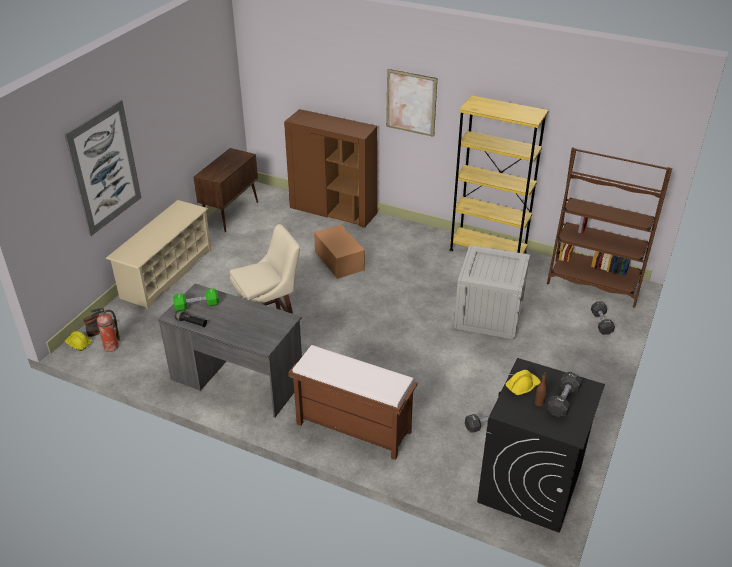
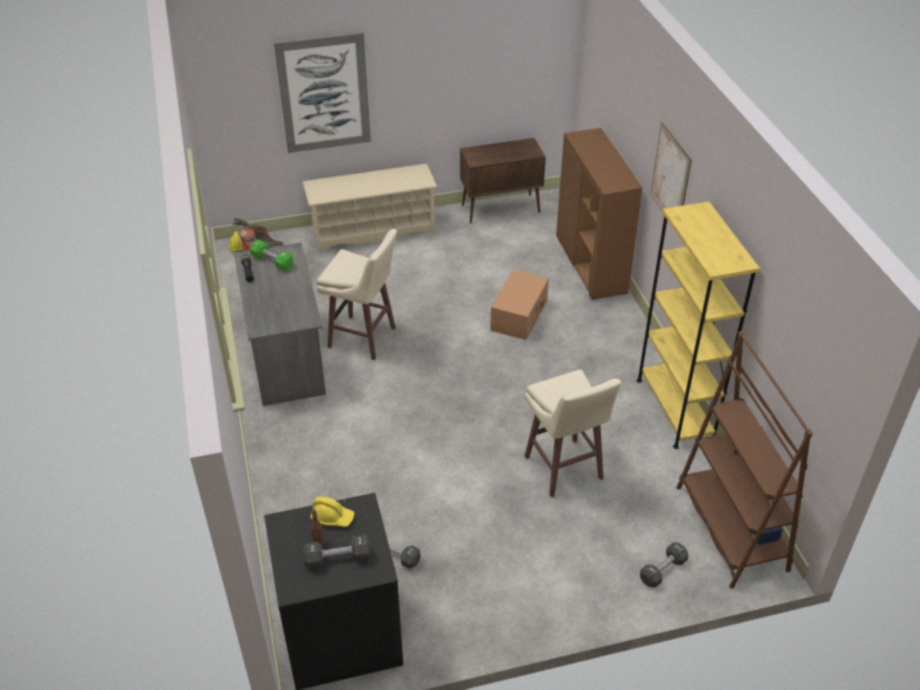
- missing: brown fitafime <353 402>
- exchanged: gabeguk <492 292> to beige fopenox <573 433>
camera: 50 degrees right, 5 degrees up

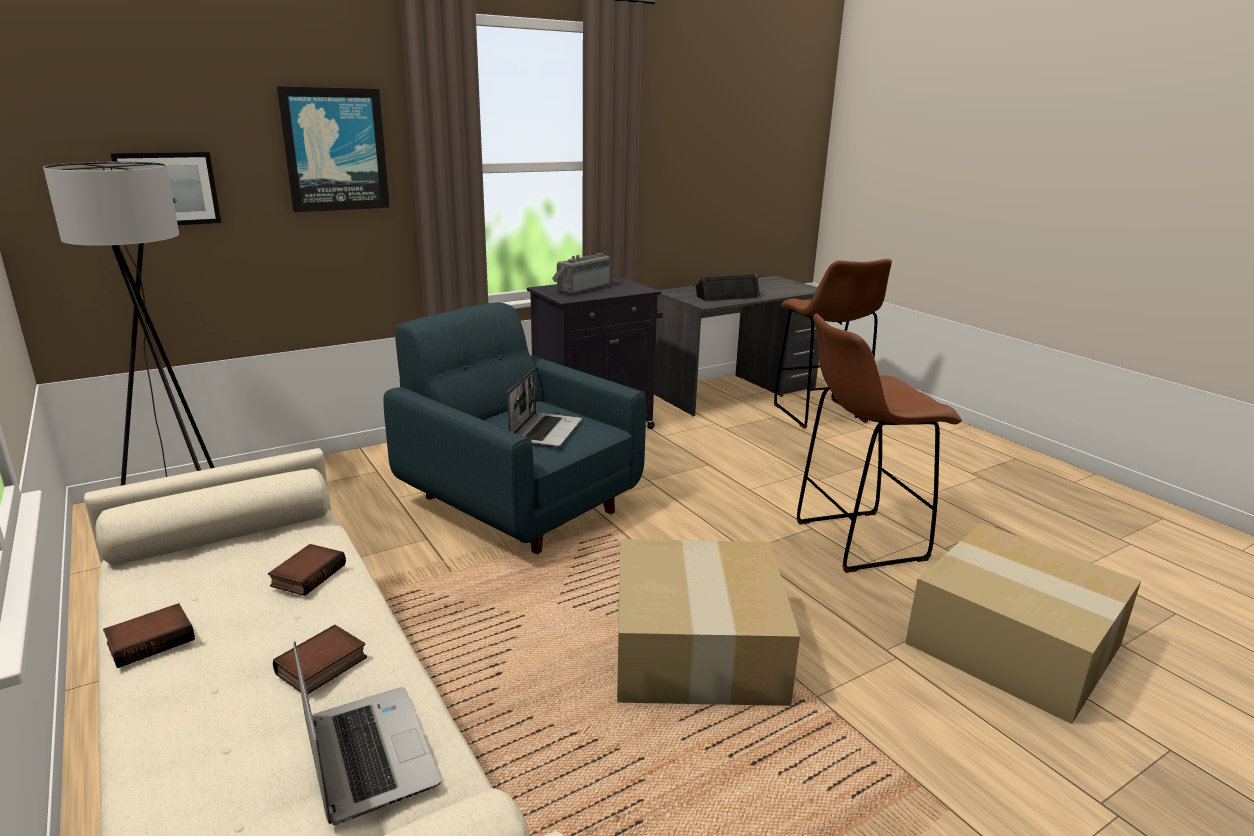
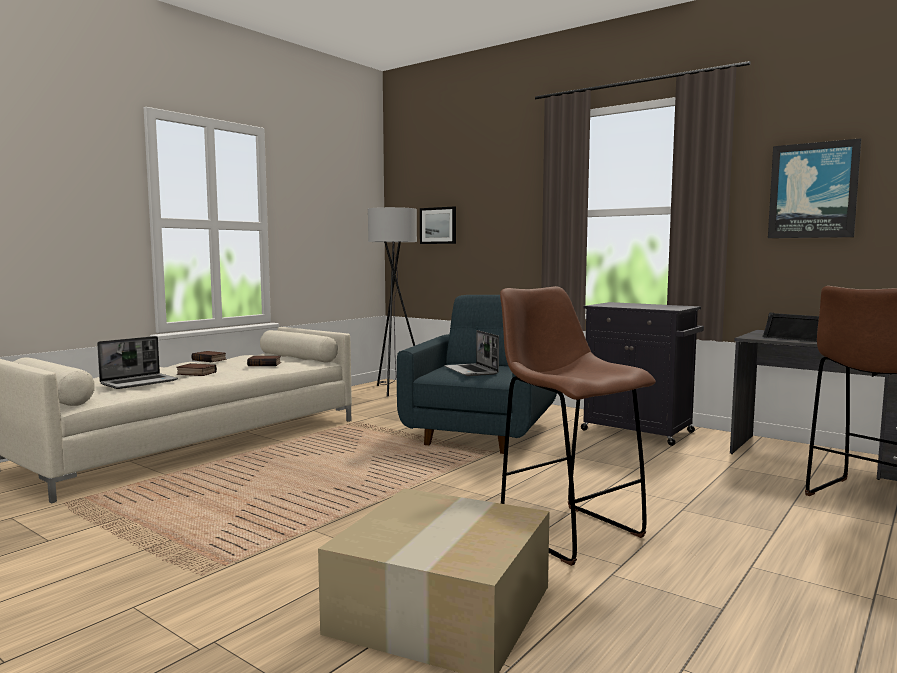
- relocated: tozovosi <333 149> to <814 188>
- spun: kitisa <544 408> = <471 353> 75 degrees clockwise
- missing: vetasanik <581 274>
- missing: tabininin <708 622>
camera: 70 degrees right, 15 degrees down

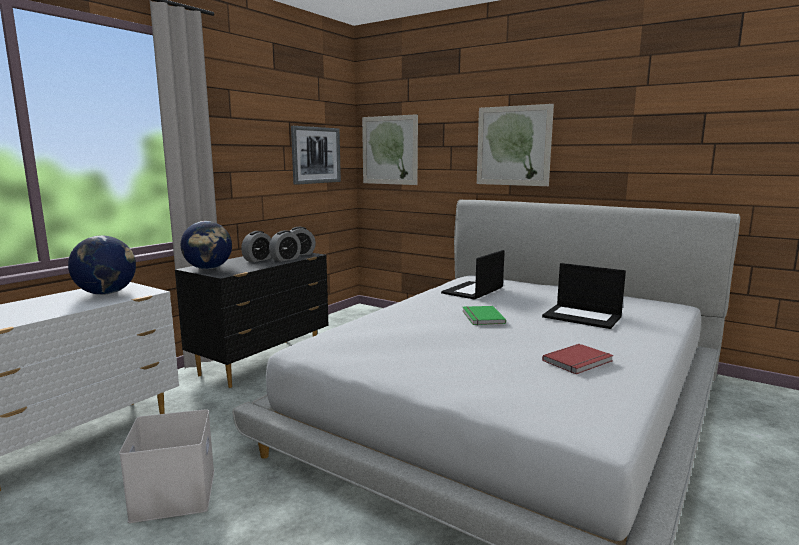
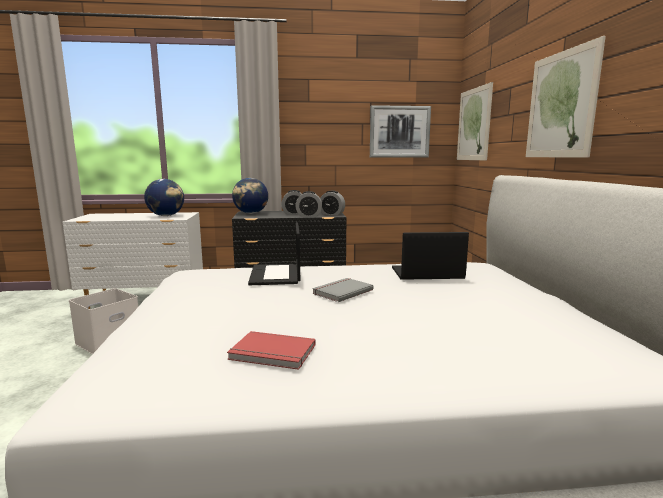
- colour: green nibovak <484 315> to grey nibovak <343 290>
- relocated: kitisa <584 296> to <274 253>
camera: 50 degrees right, 0 degrees up

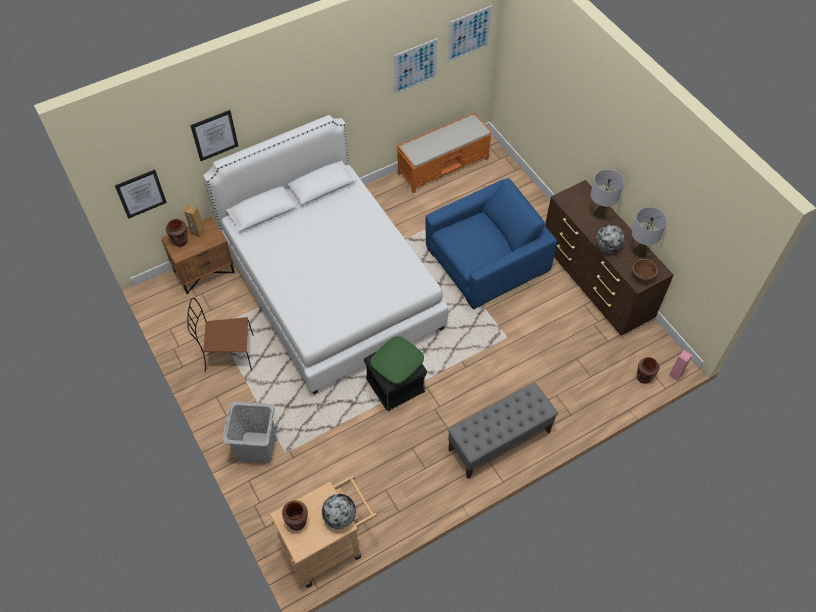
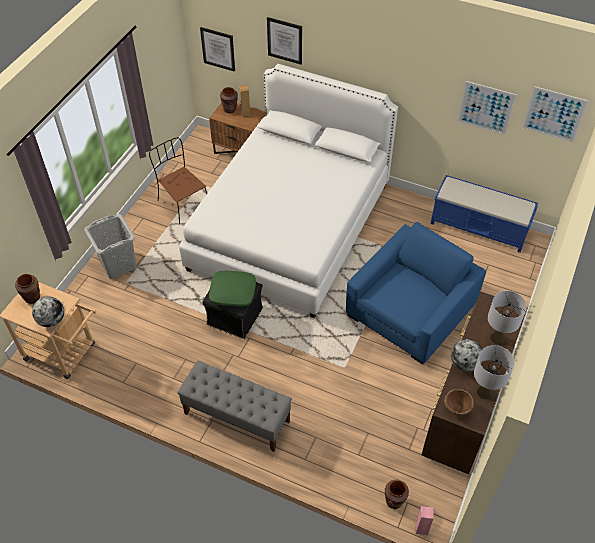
- colour: orange fitafime <444 153> to blue fitafime <484 214>
- spun: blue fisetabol <491 243> = <416 293> 75 degrees counterclockwise
camera: 55 degrees right, 5 degrees down

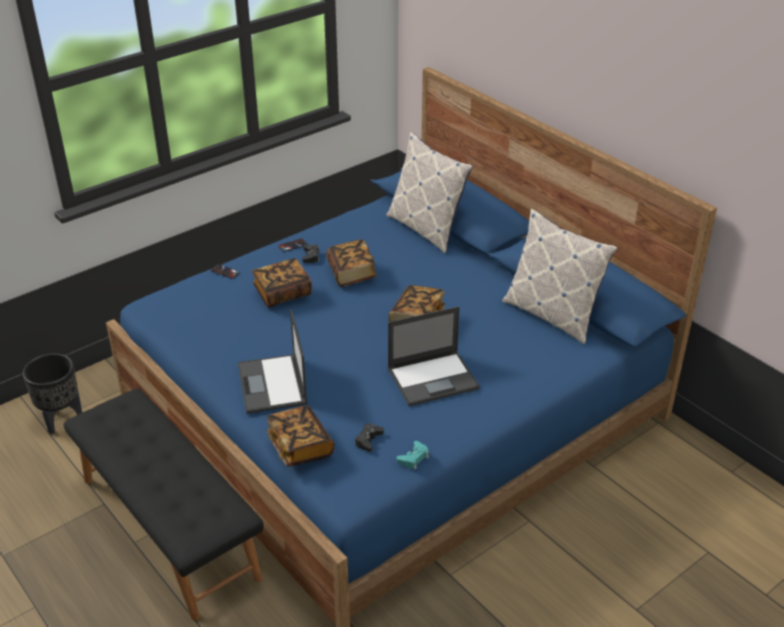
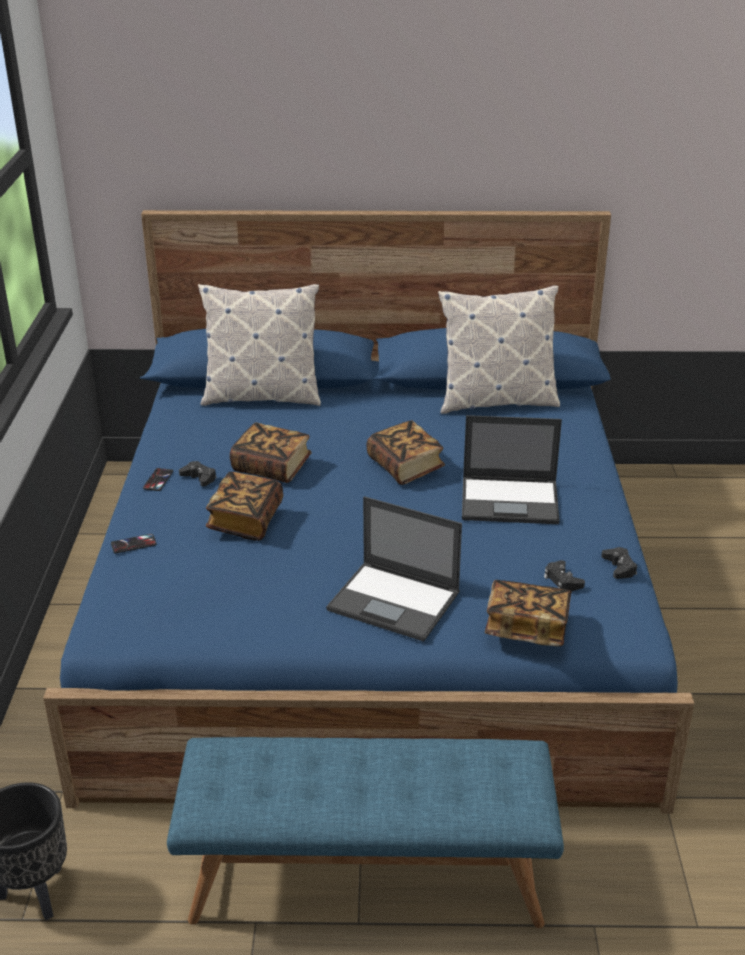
- colour: black fitafime <164 504> to blue fitafime <365 832>
- spun: kitisa <434 356> = <512 469> 75 degrees clockwise
- colour: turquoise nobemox <412 455> to black nobemox <619 563>
camera: 50 degrees left, 5 degrees down

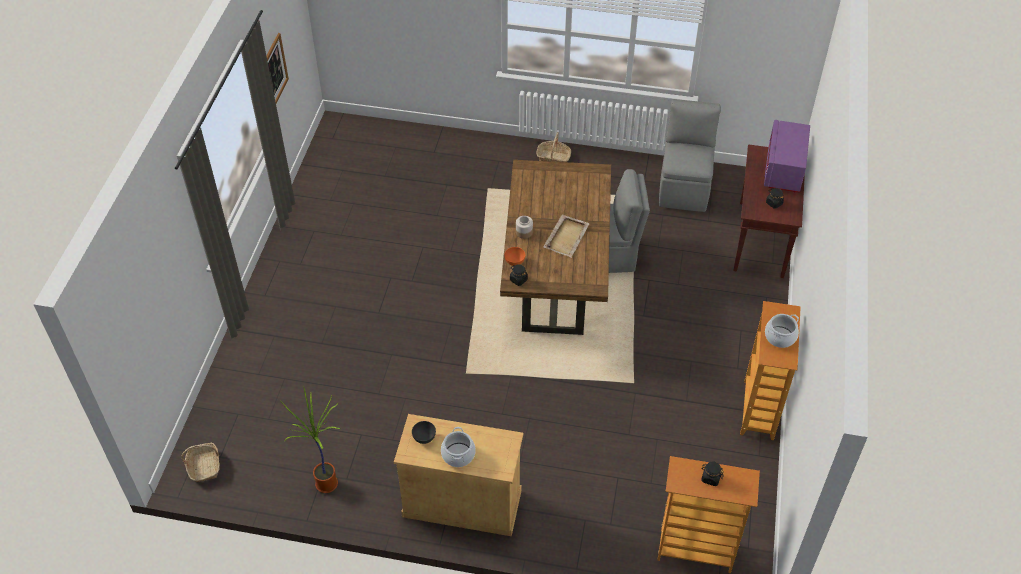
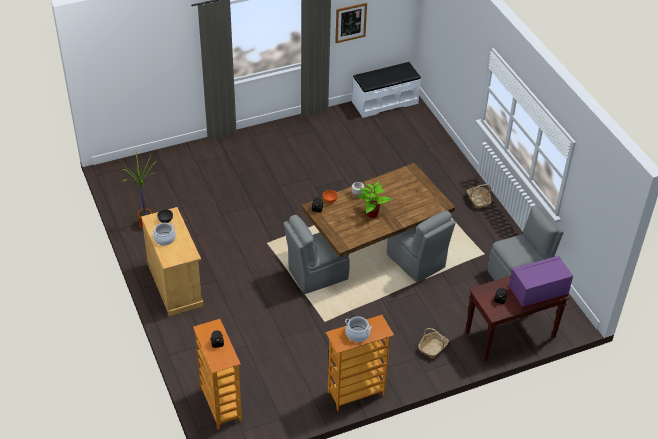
- relocated: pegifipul <200 462> to <433 343>
- exchanged: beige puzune <567 236> to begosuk <374 200>
- appeared: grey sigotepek <316 254>
- appeared: white fitafime <386 90>
camera: 55 degrees right, 5 degrees down

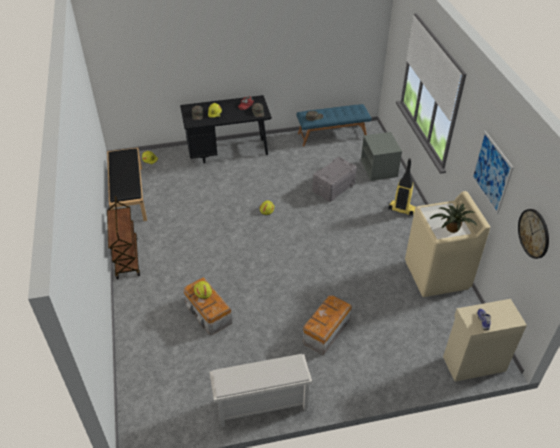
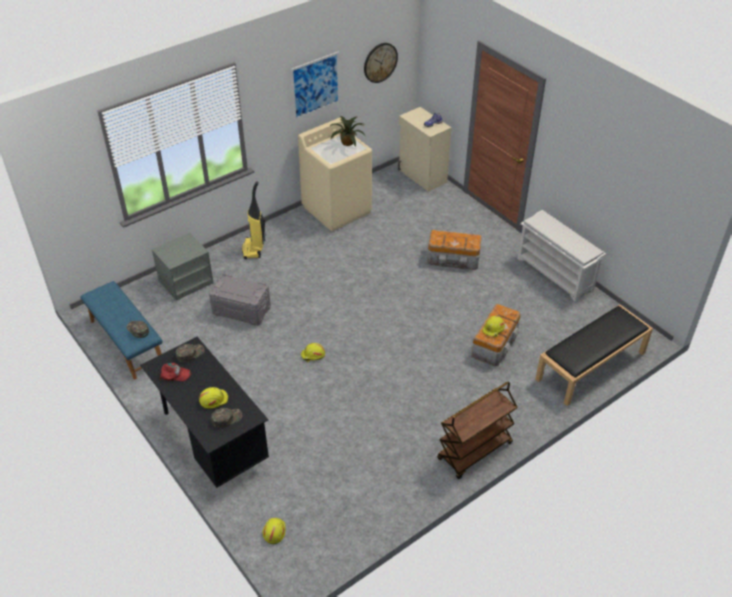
- relocated: black fitafime <127 184> to <594 355>
camera: 115 degrees left, 0 degrees up

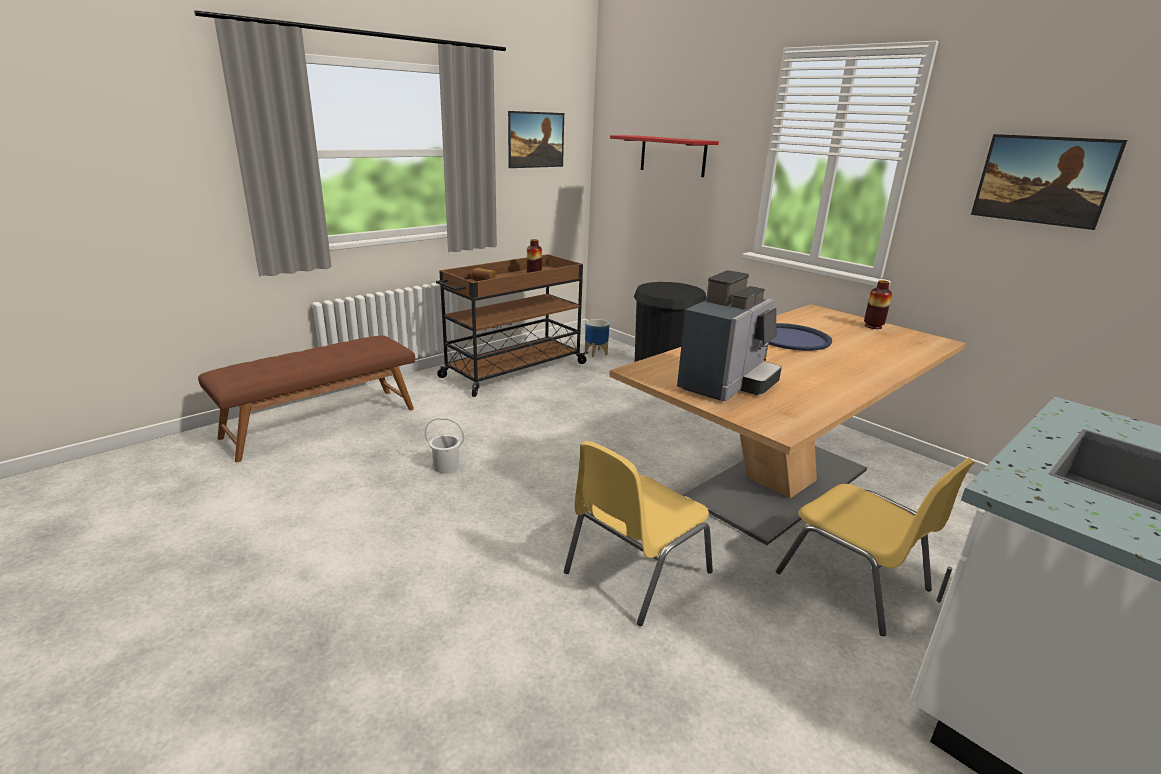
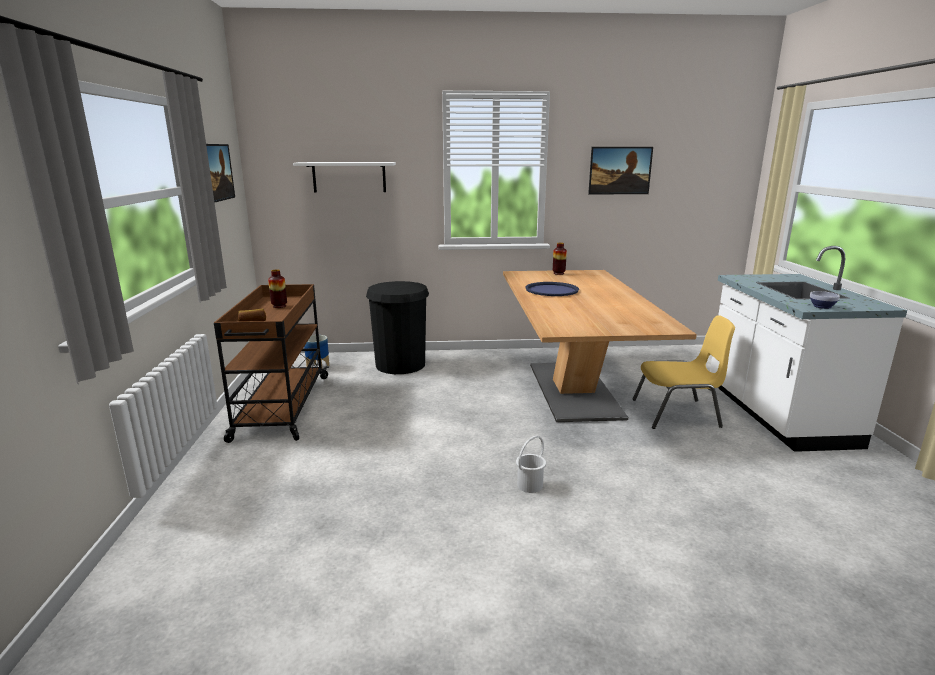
- missing: brown fitafime <306 398>
- relocated: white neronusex <444 445> to <531 464>
- missing: yellow sigotepek <638 533>
- colour: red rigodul <664 156> to white rigodul <344 177>
- missing: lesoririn <729 335>
- appeared: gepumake <825 300>
camera: 50 degrees left, 5 degrees down

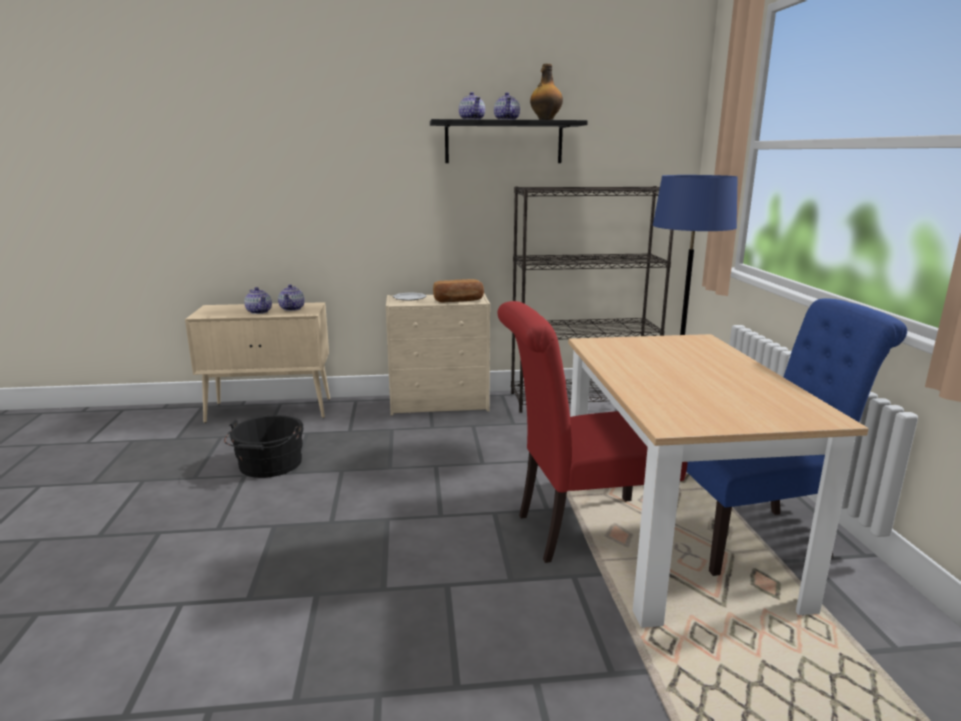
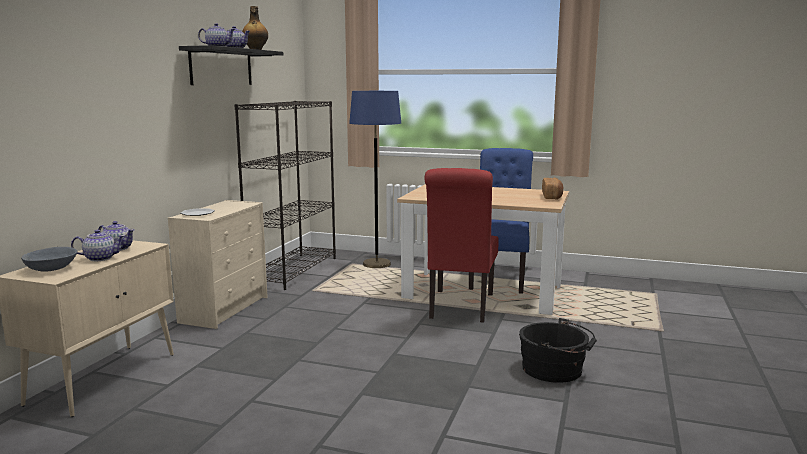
- relocated: black neronusex <264 446> to <558 350>
- relocated: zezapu <458 290> to <553 189>
- appeared: grey gepumake <49 259>
camera: 65 degrees left, 5 degrees down

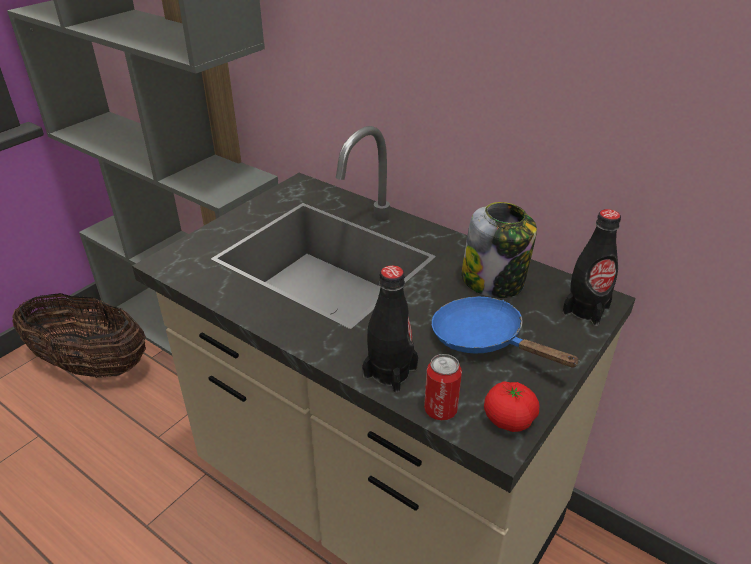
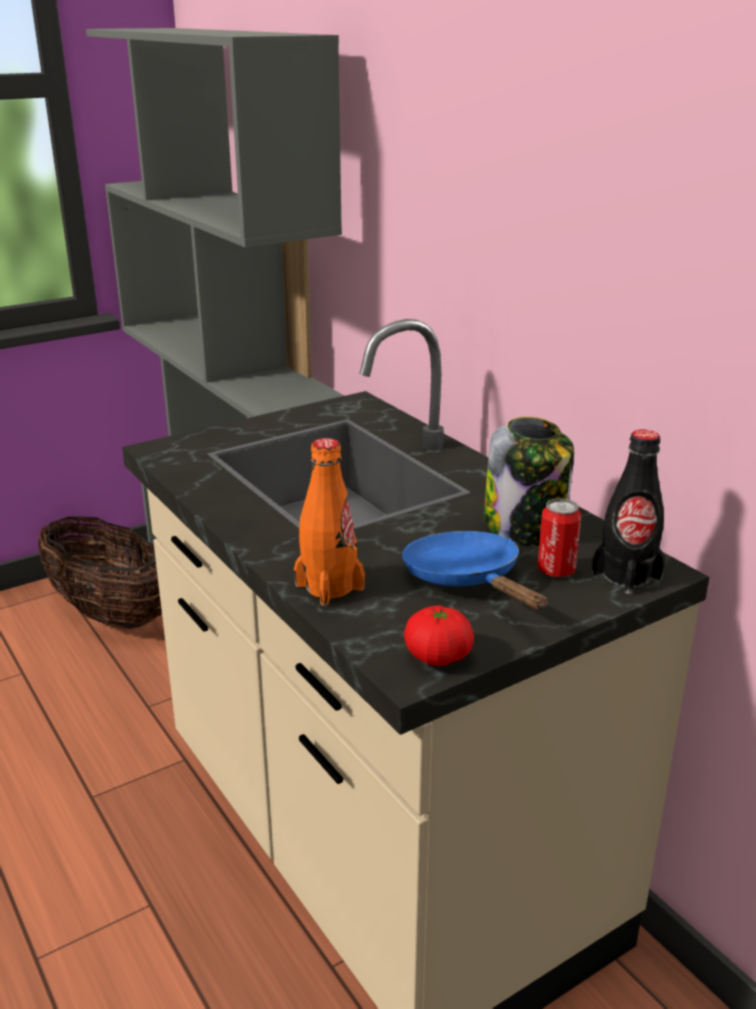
- colour: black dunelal <390 329> to orange dunelal <329 522>
- relocated: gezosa <443 387> to <559 538>
camera: 20 degrees right, 10 degrees down

